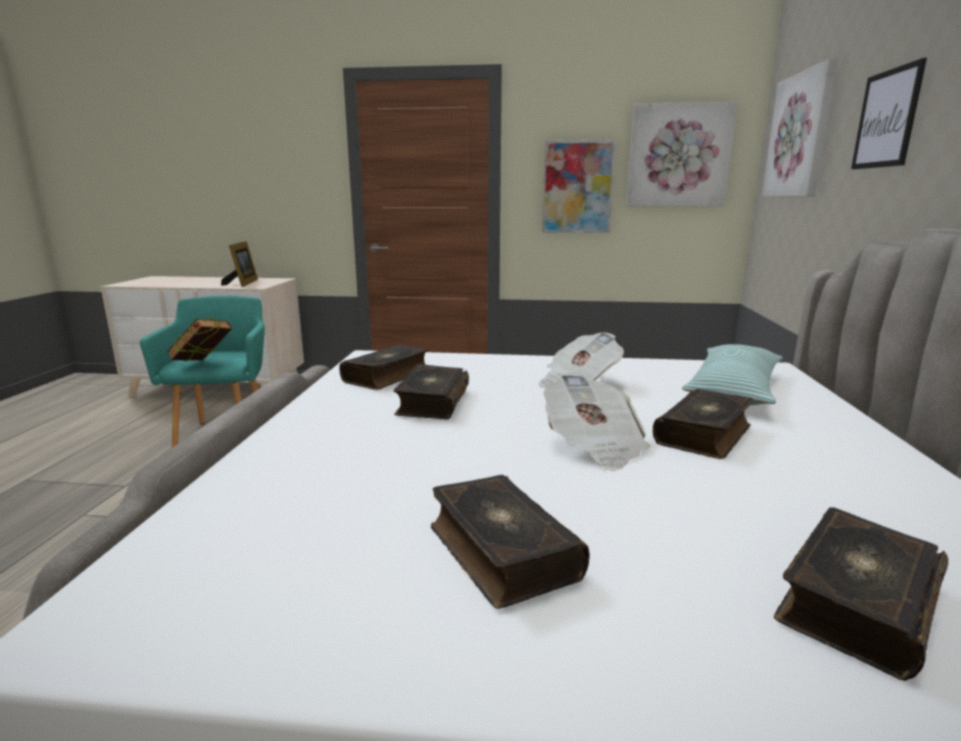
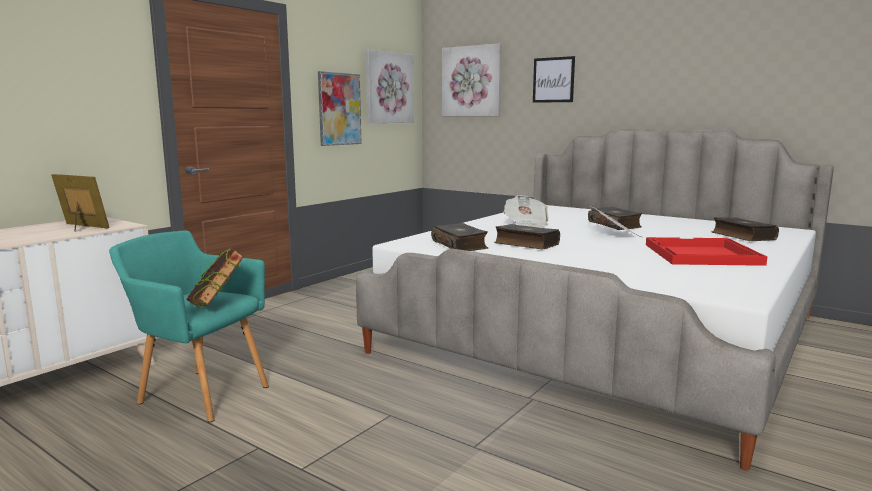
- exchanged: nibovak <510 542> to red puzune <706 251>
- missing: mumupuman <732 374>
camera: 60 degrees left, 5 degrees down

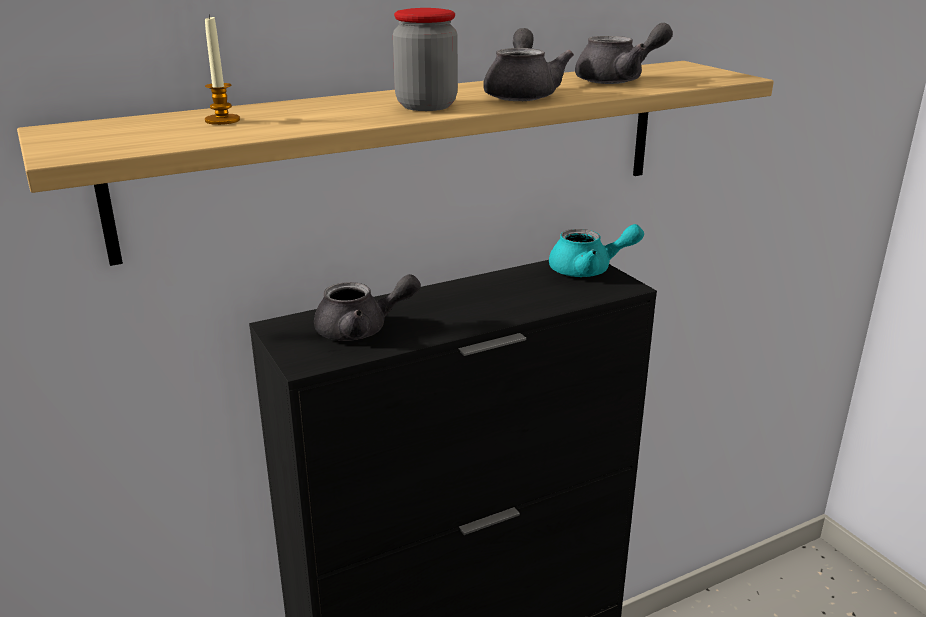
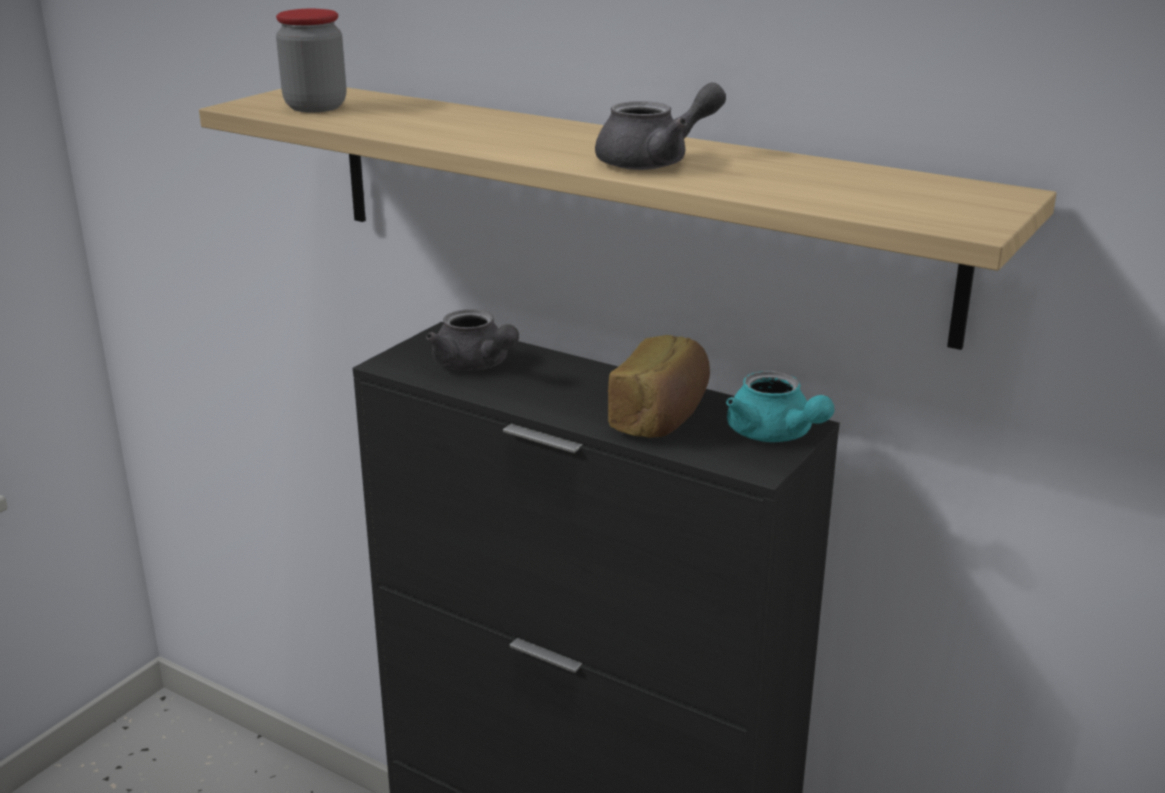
- missing: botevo <222 69>
- relocated: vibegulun <425 59> to <311 61>
- missing: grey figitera <624 53>
- appeared: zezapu <659 386>
camera: 60 degrees right, 0 degrees up

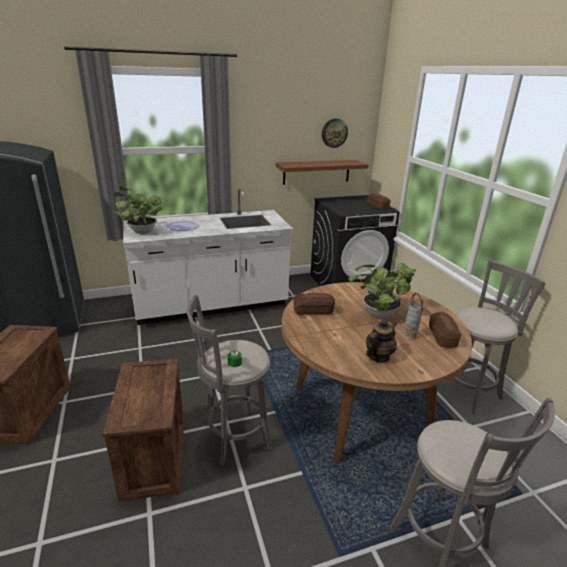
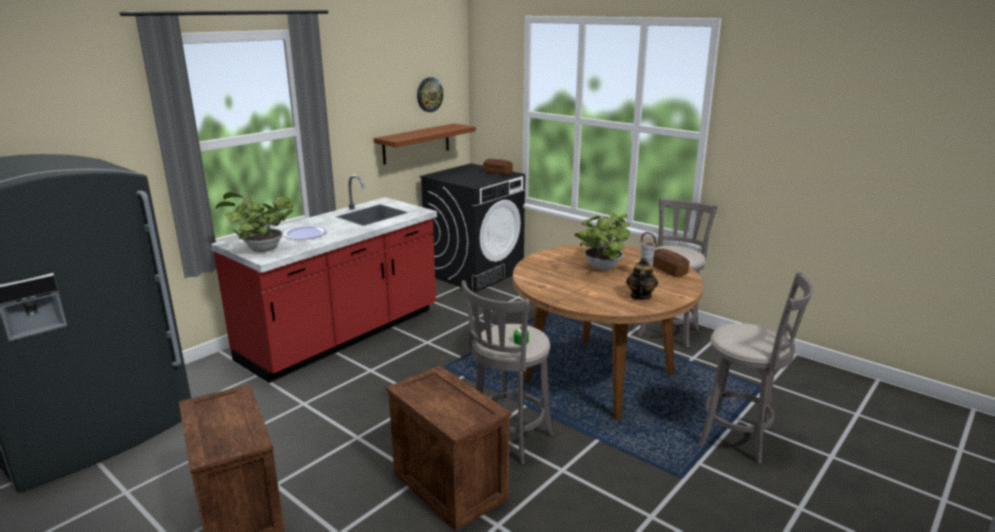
- colour: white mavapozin <208 256> to red mavapozin <324 279>
- missing: zezapu <314 304>
camera: 30 degrees left, 5 degrees down

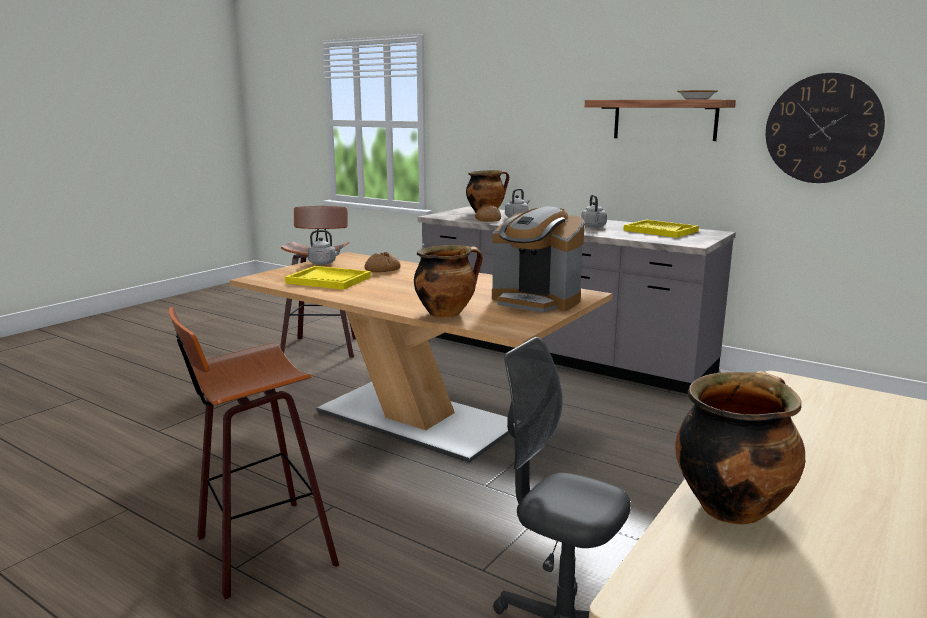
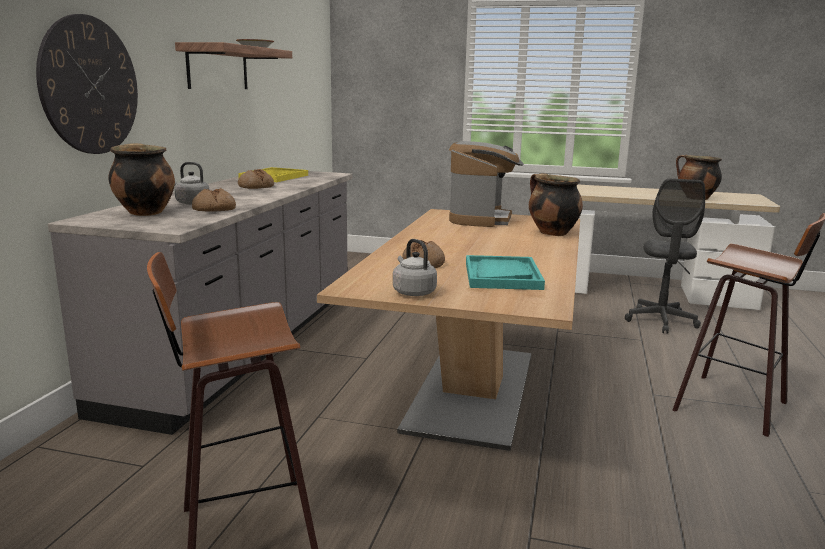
- colour: yellow puzune <328 278> to turquoise puzune <505 272>
- exchanged: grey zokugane <594 211> to zezapu <256 179>
- relocated: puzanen <825 128> to <87 84>
camera: 110 degrees left, 0 degrees up

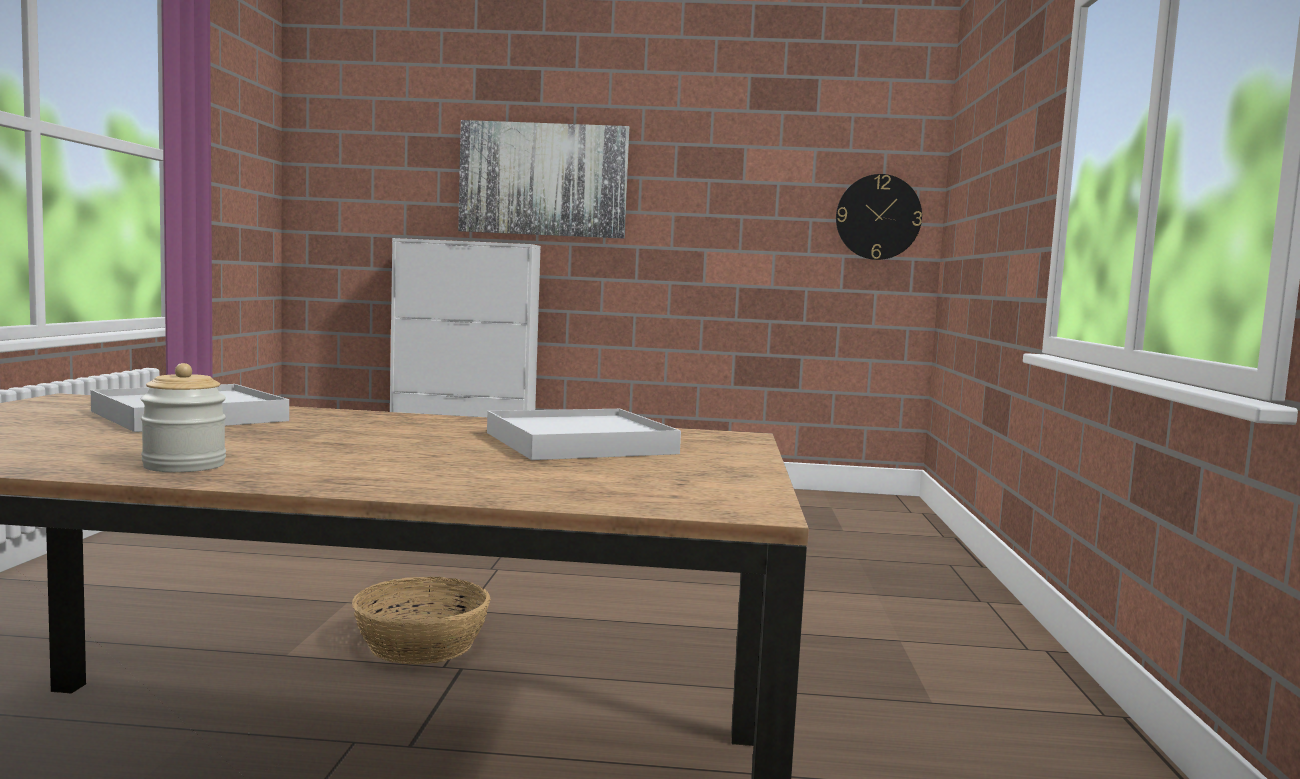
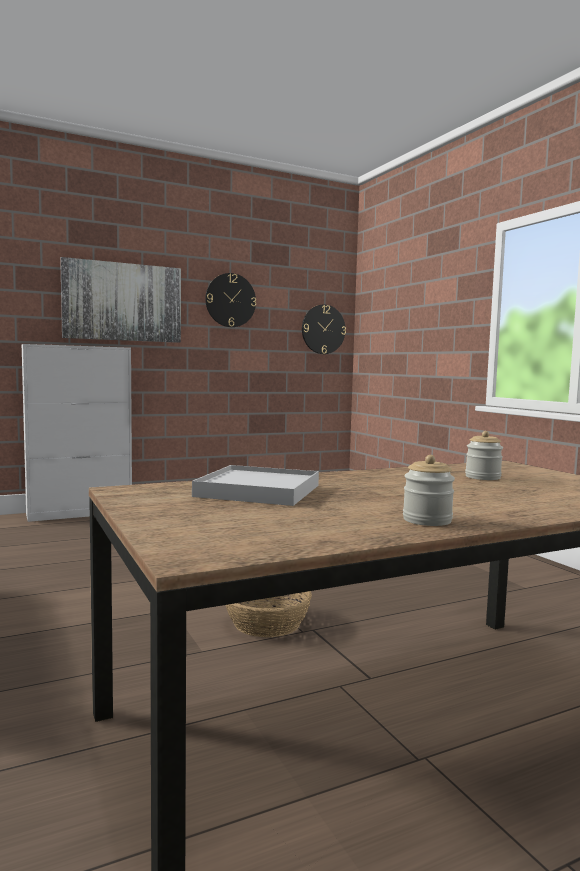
- exchanged: white puzune <584 434> to vibegulun <484 455>
- appeared: puzanen <230 300>
camera: 30 degrees left, 0 degrees up

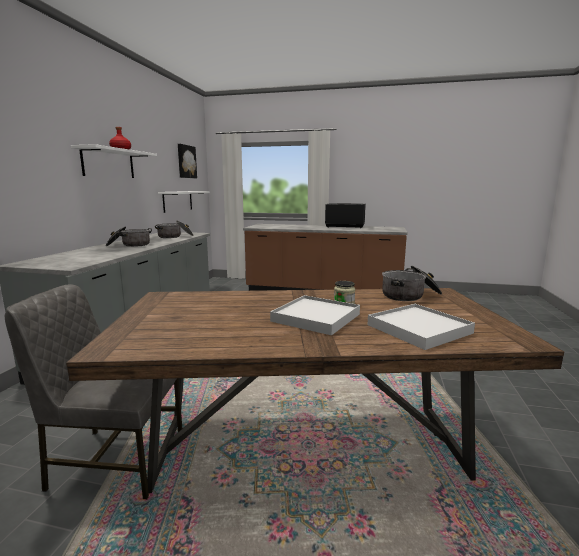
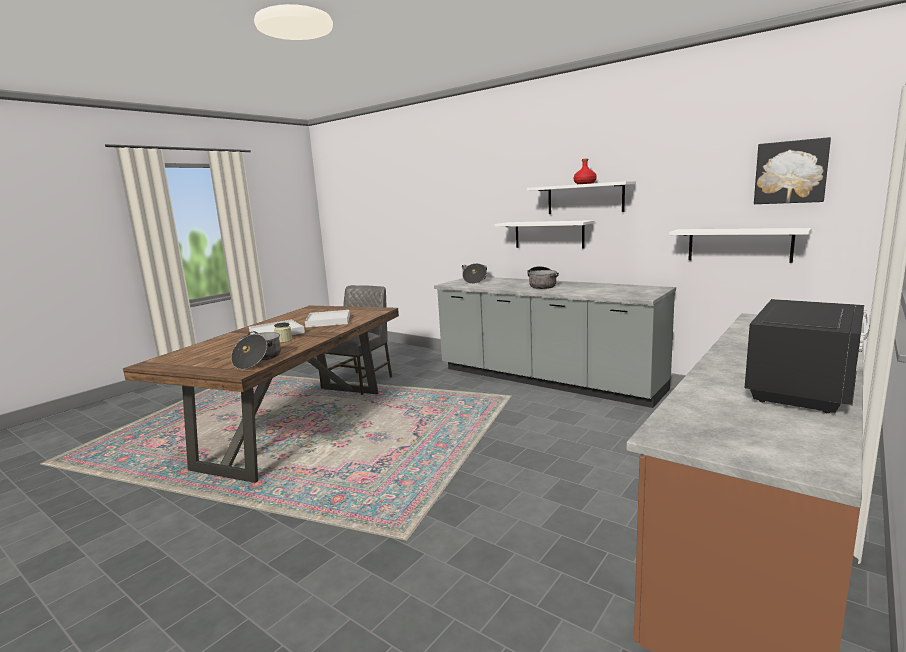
- relocated: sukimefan <174 229> to <474 273>
- relocated: white puzune <421 327> to <327 319>
- appeared: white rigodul <544 234>
camera: 115 degrees right, 0 degrees up

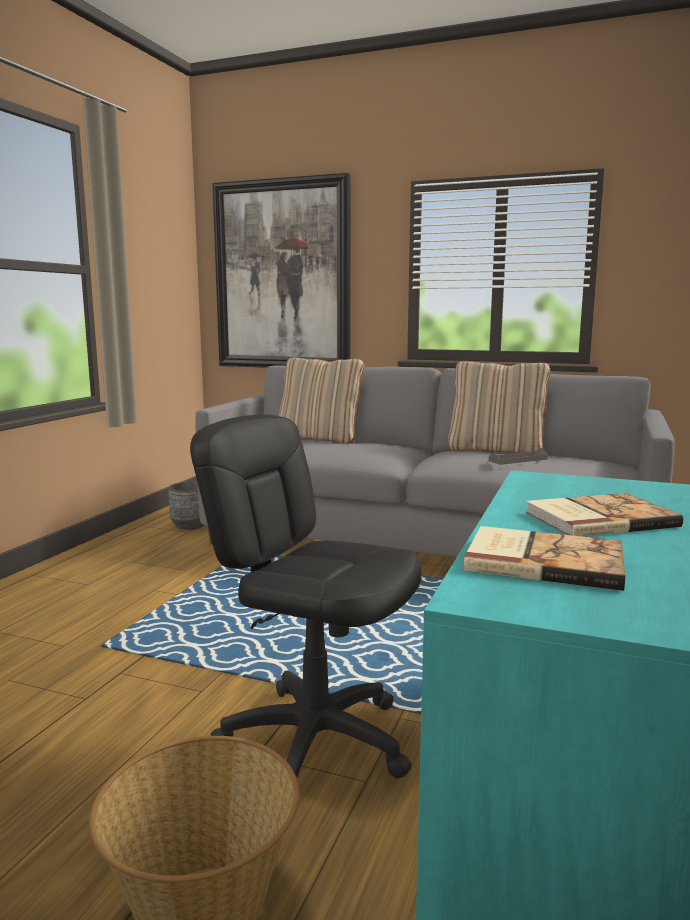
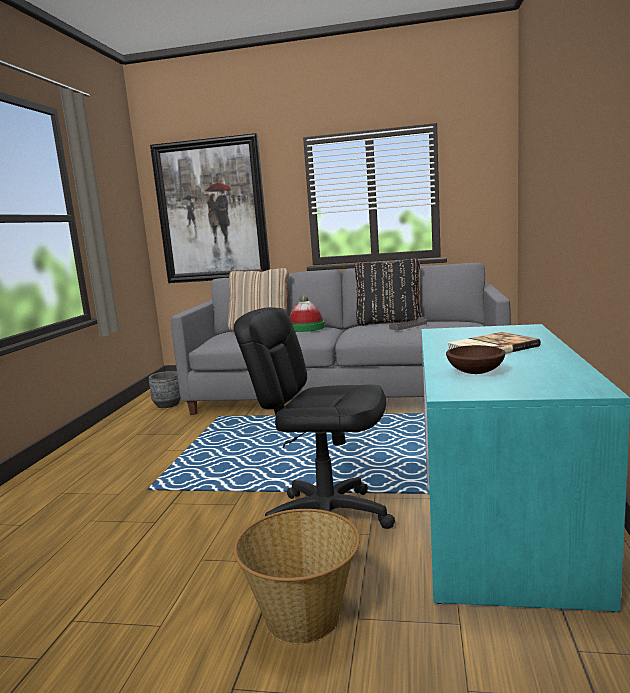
- colour: beige mumupuman <499 407> to black mumupuman <388 292>
- exchanged: nibovak <544 558> to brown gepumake <476 359>
- appeared: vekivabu <307 313>
camera: 10 degrees left, 0 degrees up

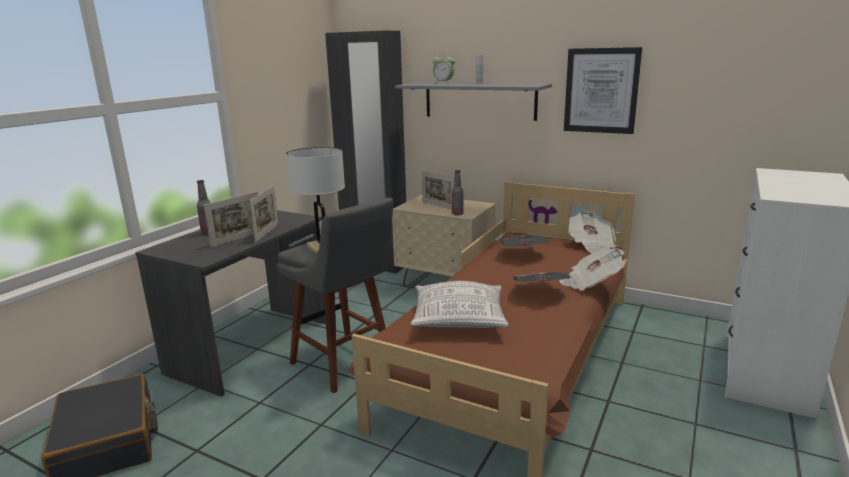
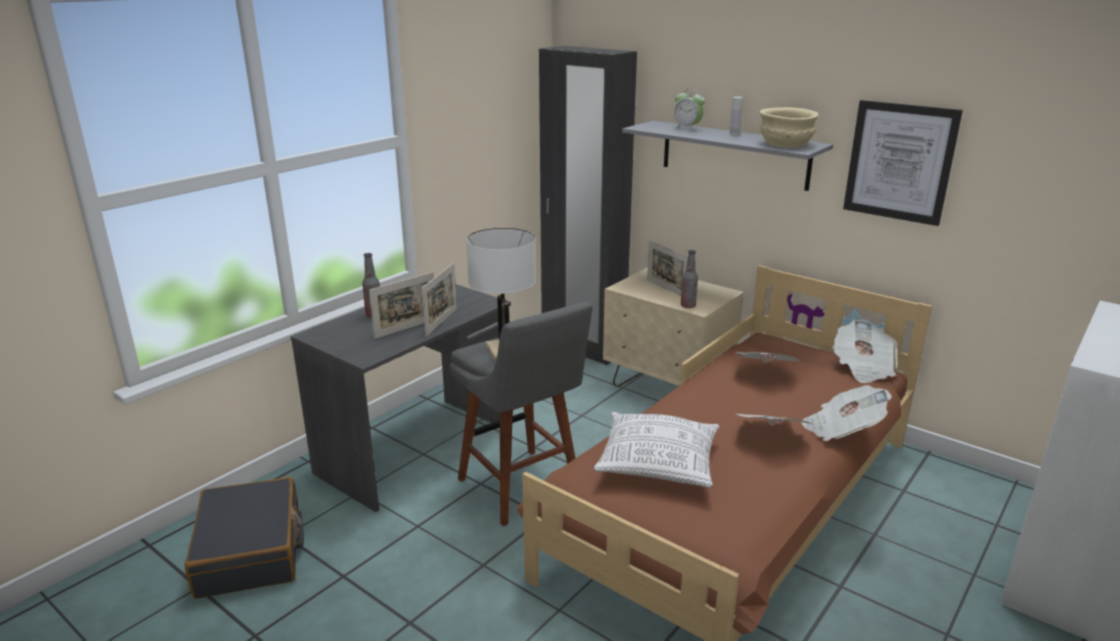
- appeared: beige gepumake <789 127>
camera: 10 degrees right, 5 degrees up

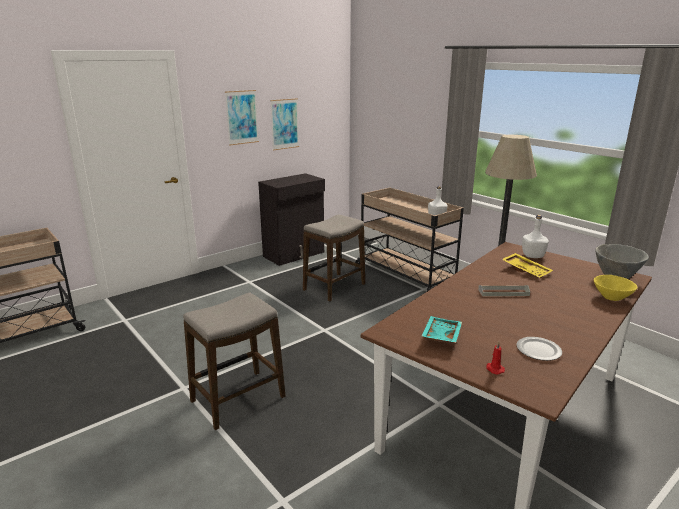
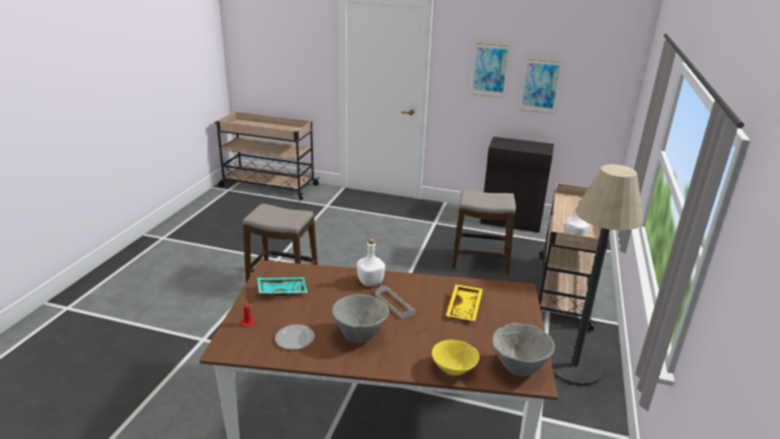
- relocated: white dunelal <535 236> to <370 263>
- appeared: grey gepumake <360 318>
camera: 55 degrees right, 5 degrees up

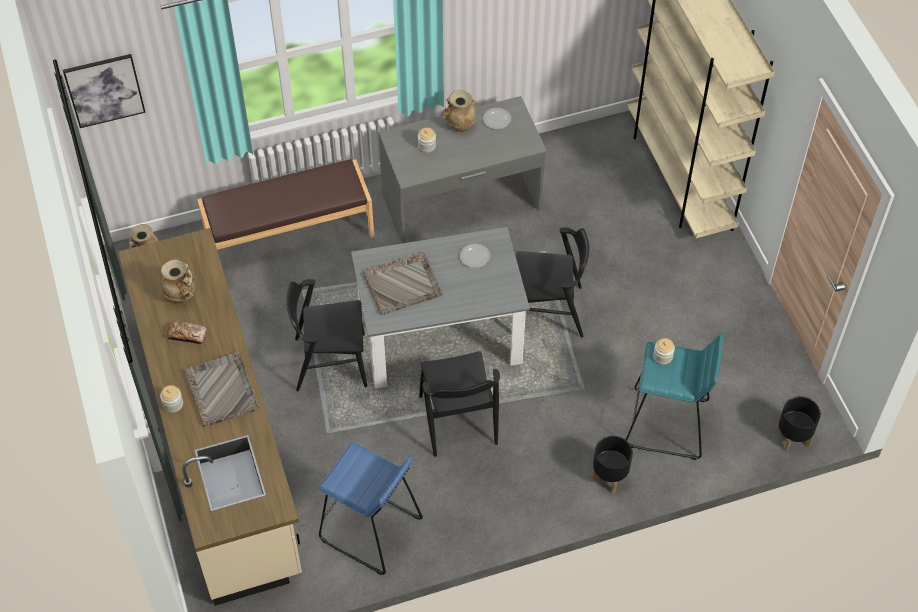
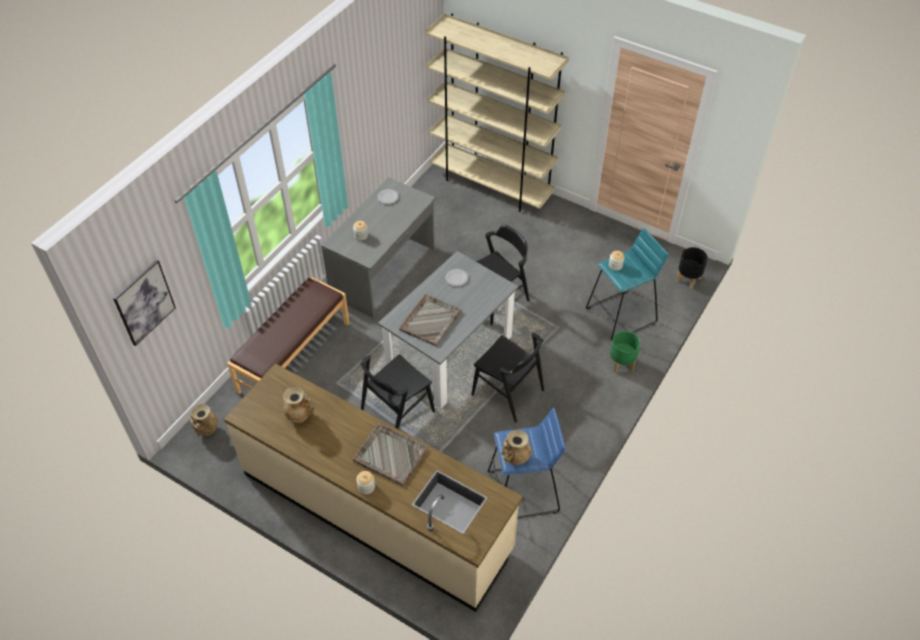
- missing: zezapu <187 332>
- relocated: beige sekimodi <459 111> to <516 447>
- colour: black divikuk <612 464> to green divikuk <625 352>
camera: 40 degrees left, 5 degrees down

